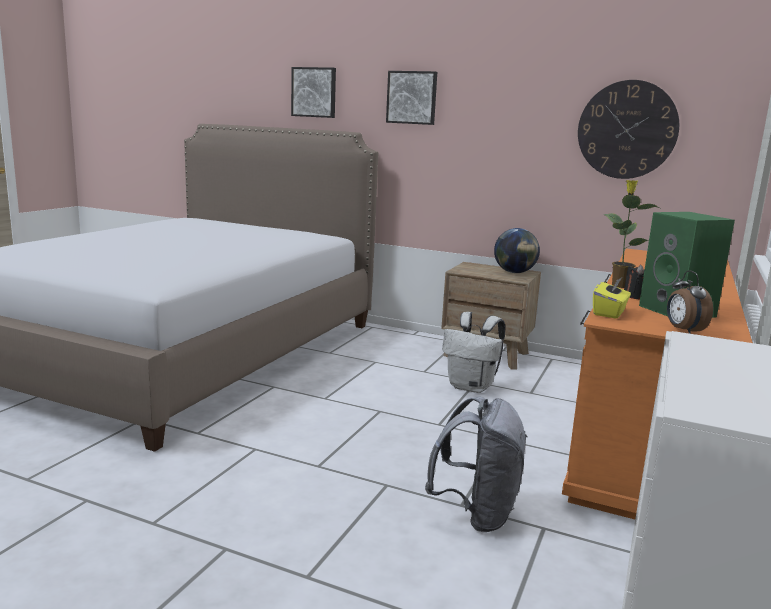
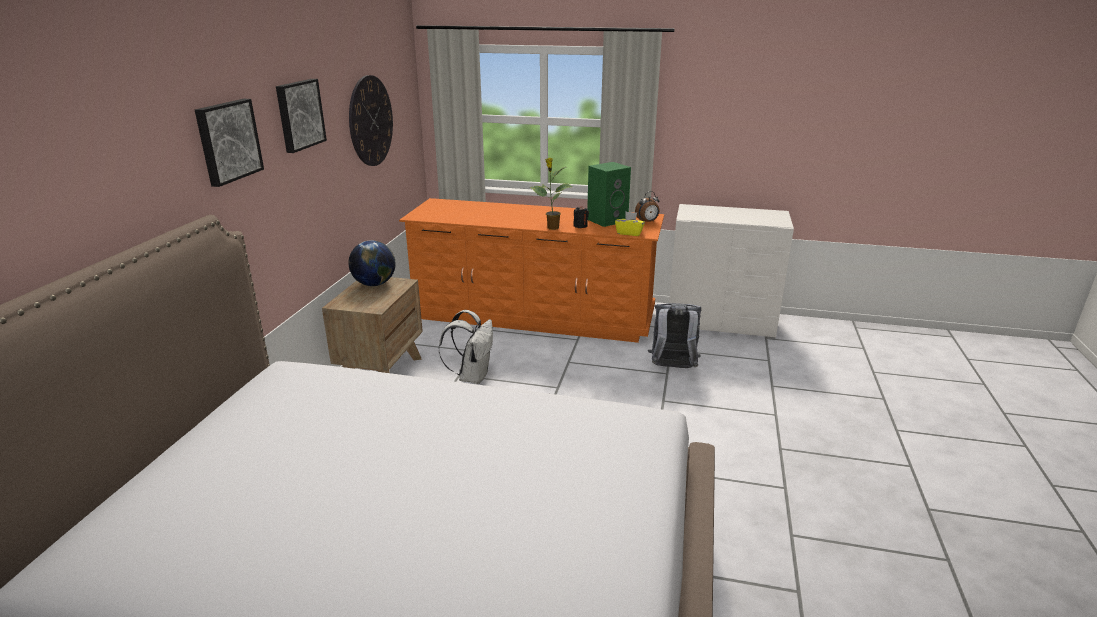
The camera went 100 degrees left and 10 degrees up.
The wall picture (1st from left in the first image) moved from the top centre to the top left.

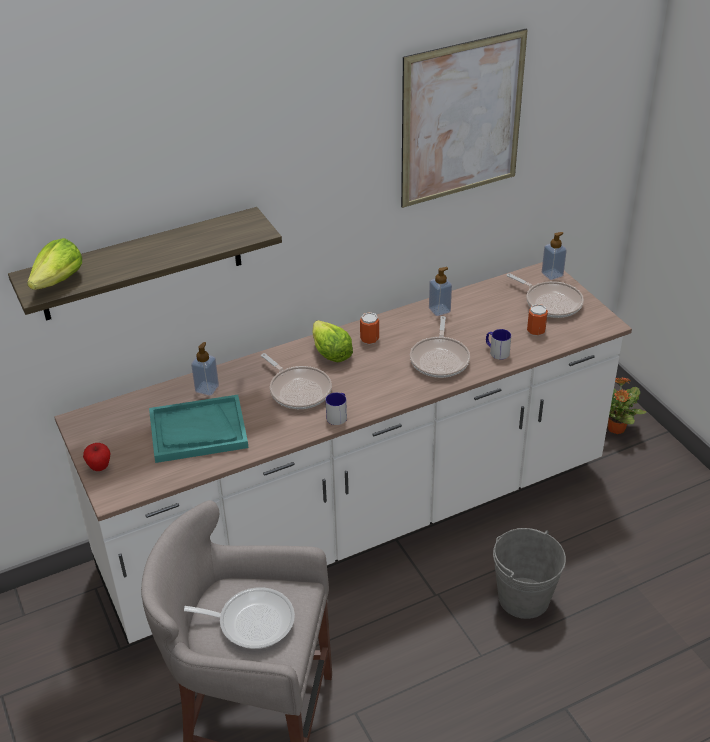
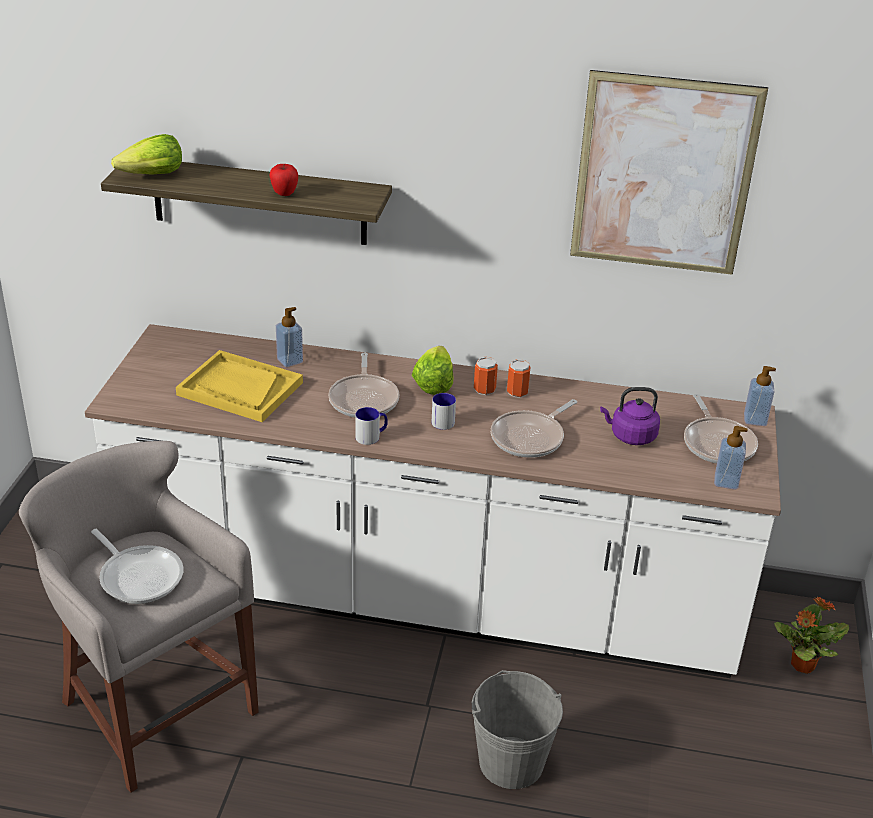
The camera went 35 degrees right and 5 degrees down.
The purple water kettle at the middle right appeared.
The apple fruit moved from the middle left to the top left.
The soap bottle (2nd from left) moved from the centre to the middle right.
The mug (2nd from left) moved from the middle right to the centre.
The can (2nd from left) moved from the middle right to the centre.
The turquoise tray at the middle left became the yellow-coloured tray at the middle left.

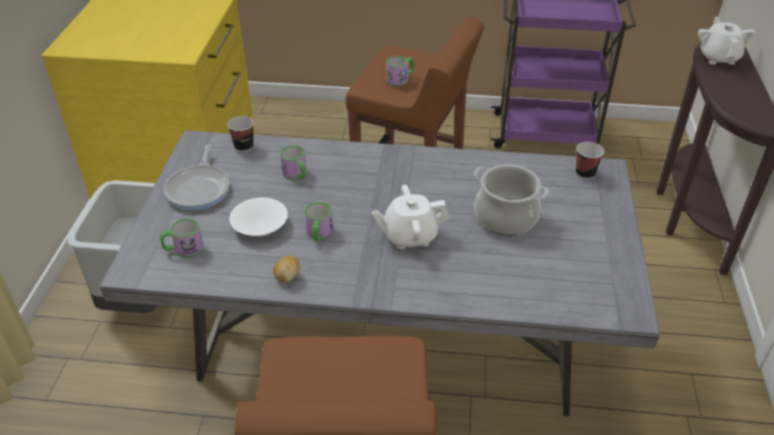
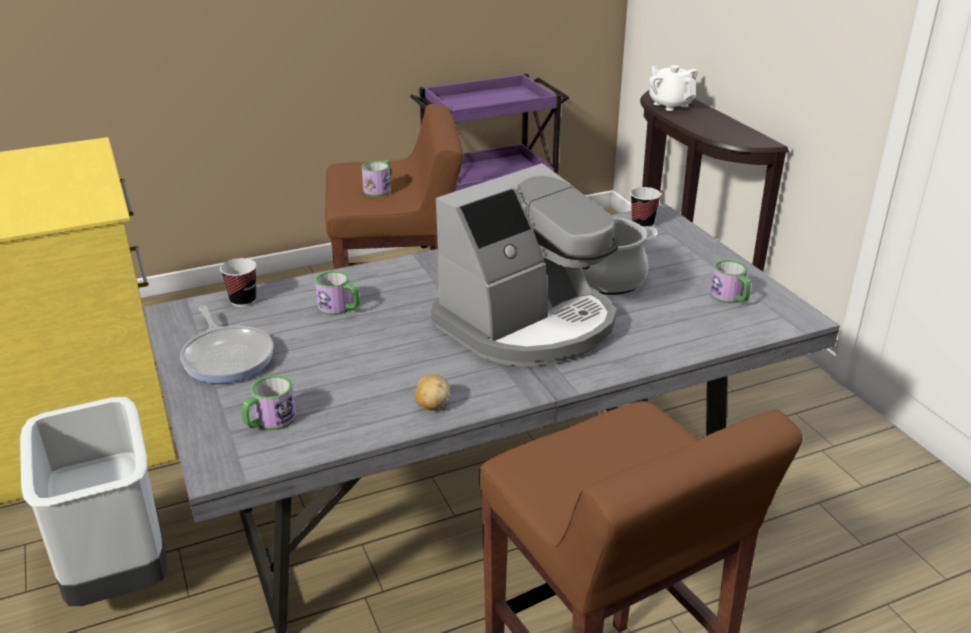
The camera went 30 degrees left and 10 degrees down.
The white deep dish at the centre disappeared.
The mug (3rd from left in the first image) moved from the centre to the middle right.
The white teapot (1st from left) at the centre was replaced by the coffee machine at the centre.

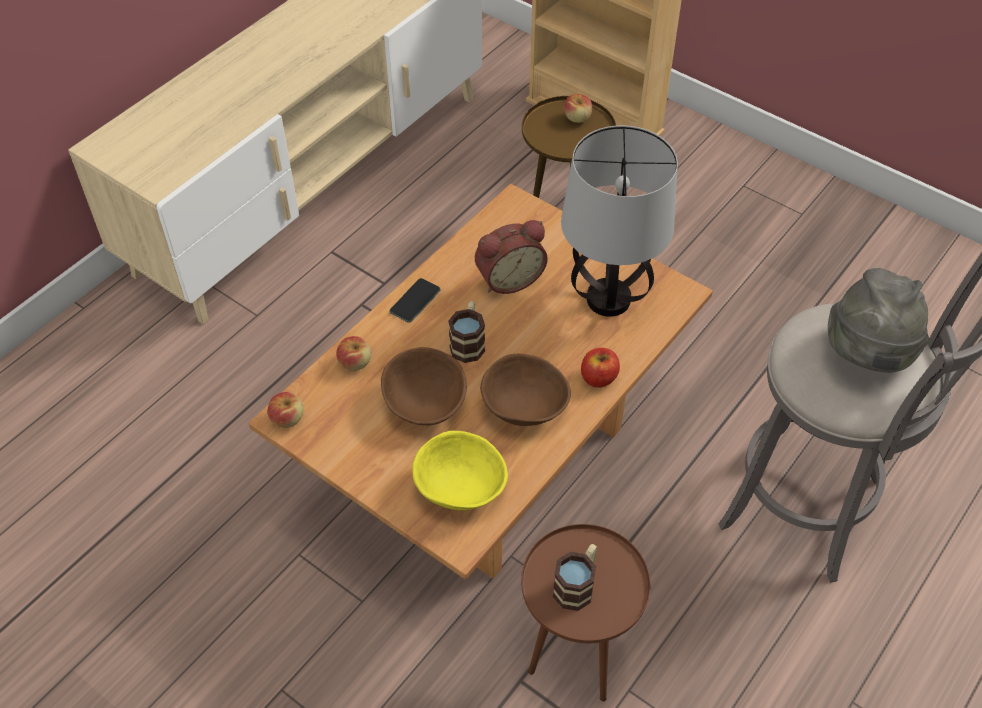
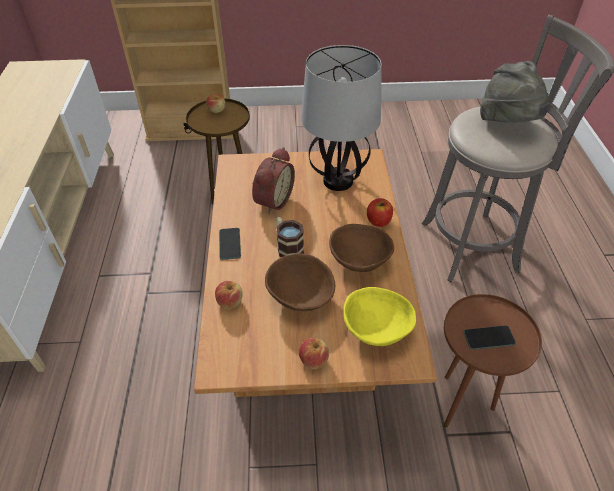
The camera went 40 degrees left and 5 degrees down.
The apple fruit (1st from left in the first image) moved from the middle left to the bottom centre.
The mug (2nd from left) at the bottom centre was replaced by the phone (2nd from left) at the bottom right.

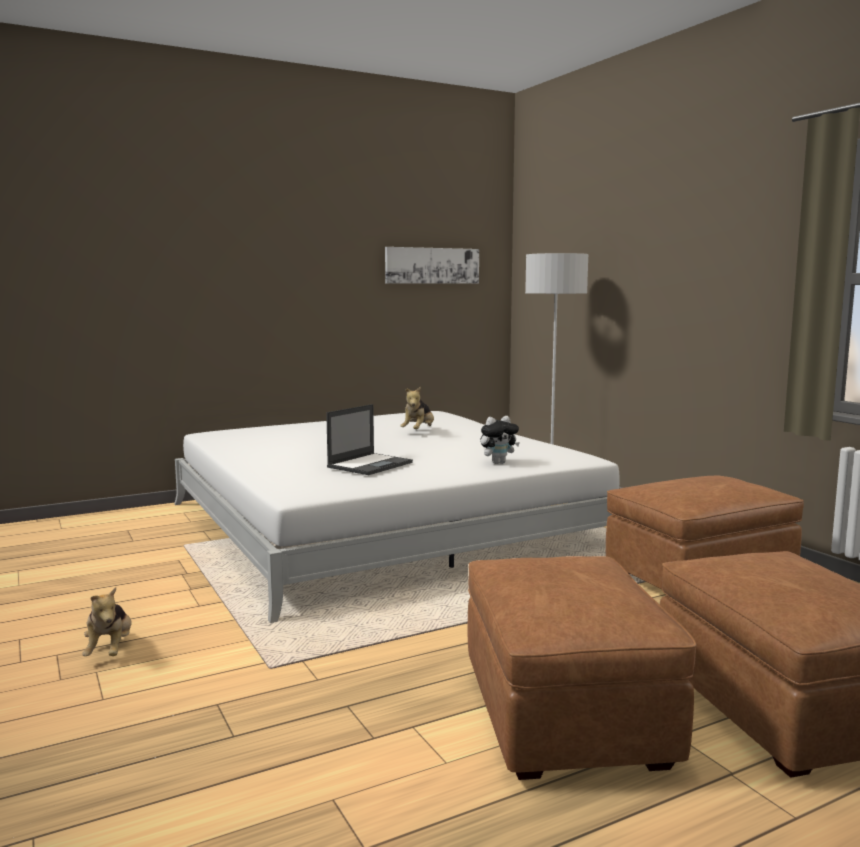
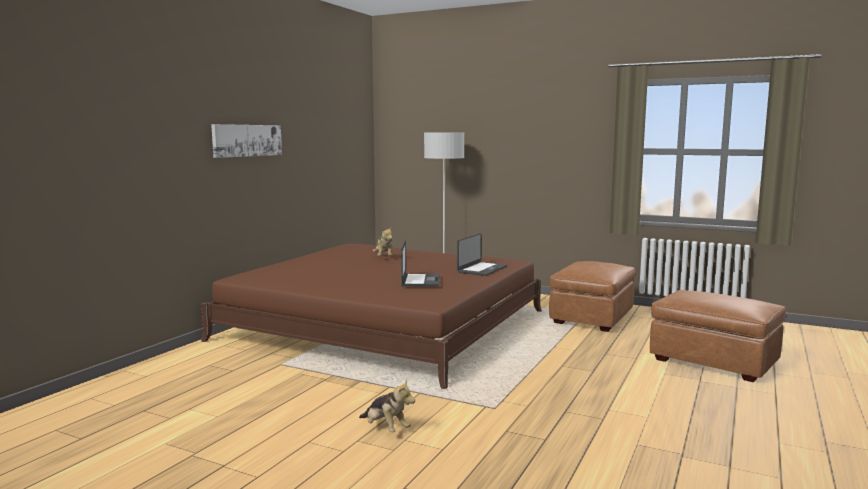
The camera went 35 degrees left and 0 degrees up.
The brown-coloured footrest (1st from left) at the bottom right disappeared.
The wall picture moved from the top centre to the top left.
The cuddly toy (3rd from left) at the centre was replaced by the laptop (2nd from left) at the centre.
The white sleeping bed at the centre became the brown-coloured sleeping bed at the centre.

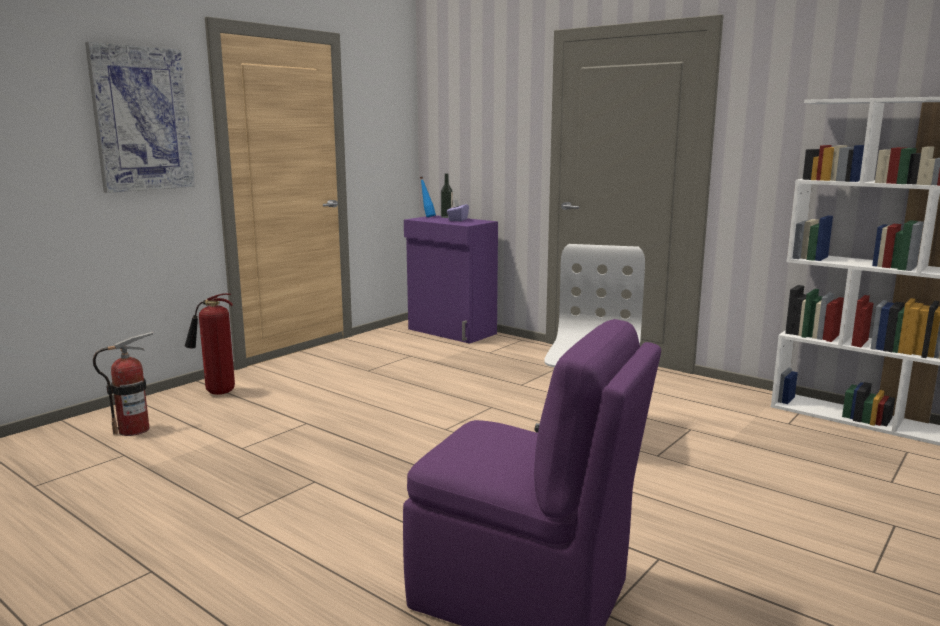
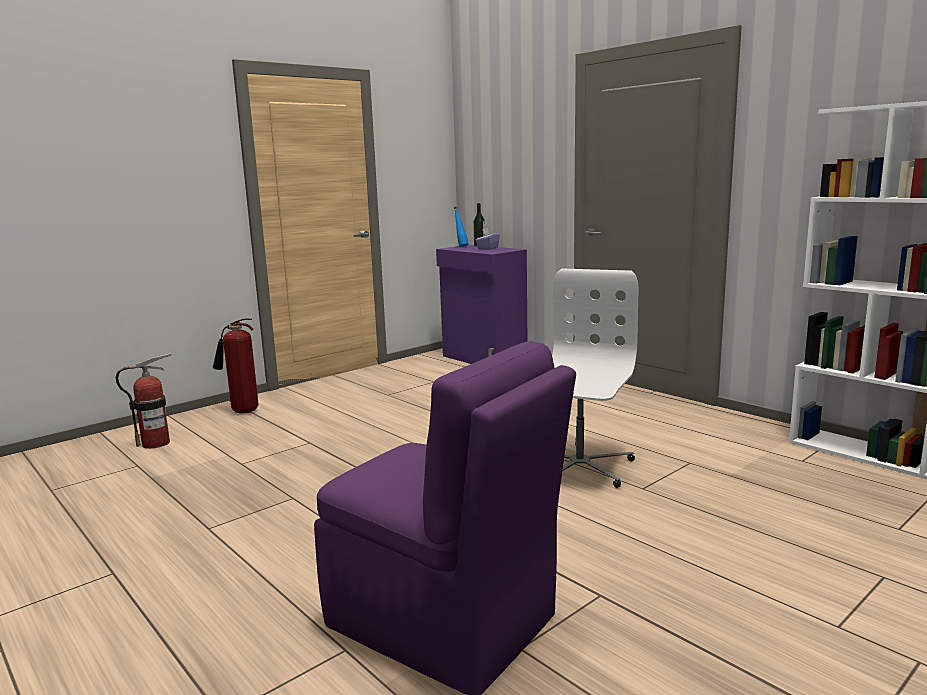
The camera went 10 degrees right and 0 degrees up.
The wall picture at the top left disappeared.

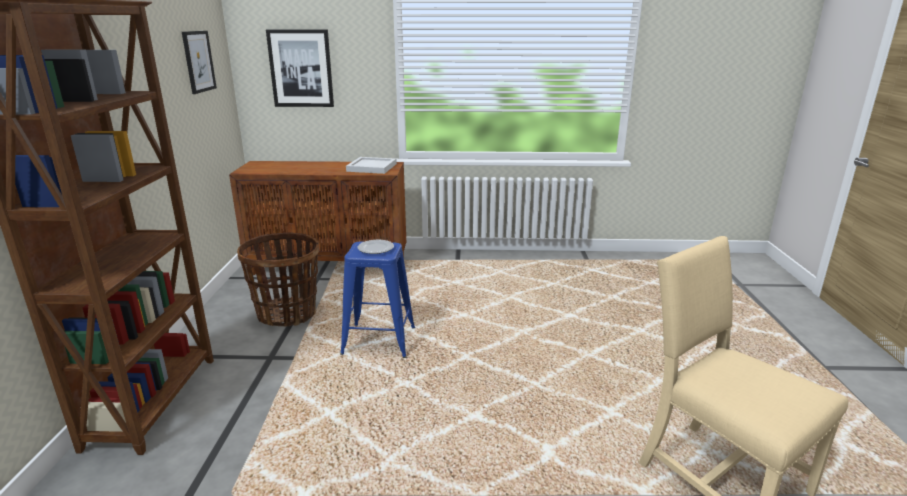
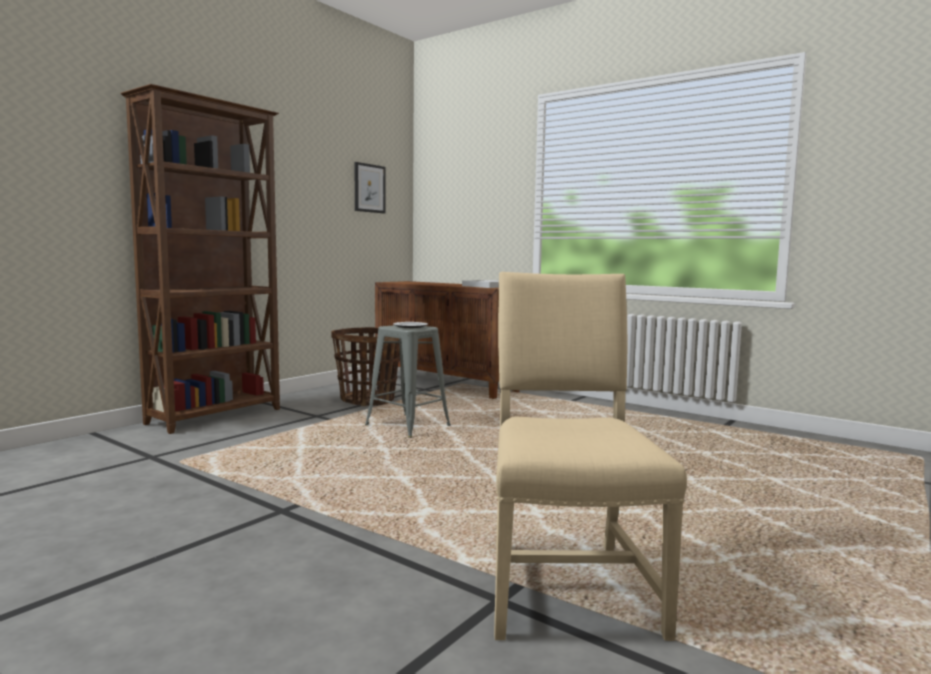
The camera went 35 degrees right and 15 degrees down.
The wall picture (2nd from left) at the top left disappeared.
The blue stool at the centre became the greyish stool at the centre.

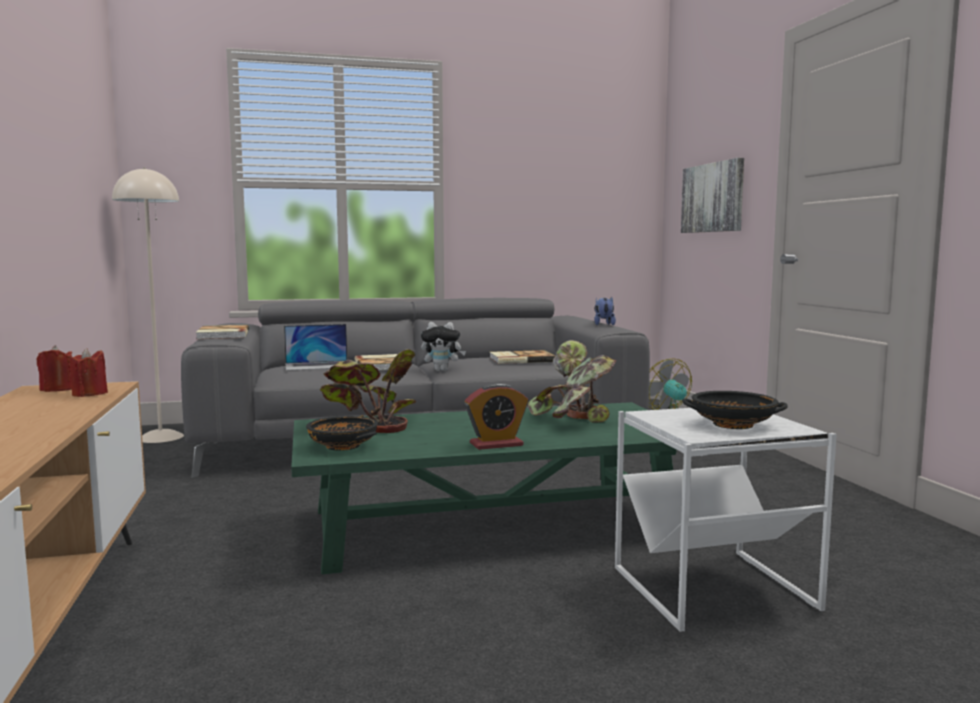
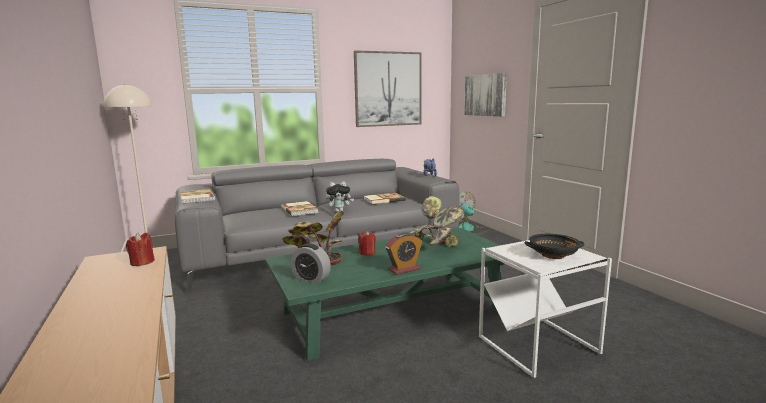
The camera went 10 degrees left and 5 degrees up.
The laptop at the middle left disappeared.
The wall picture (1st from left) at the top centre appeared.
The red-coloured wax candle (1st from left in the first image) moved from the middle left to the centre.
The blackish deep dish (1st from left) at the centre was replaced by the alarm clock (1st from left) at the centre.

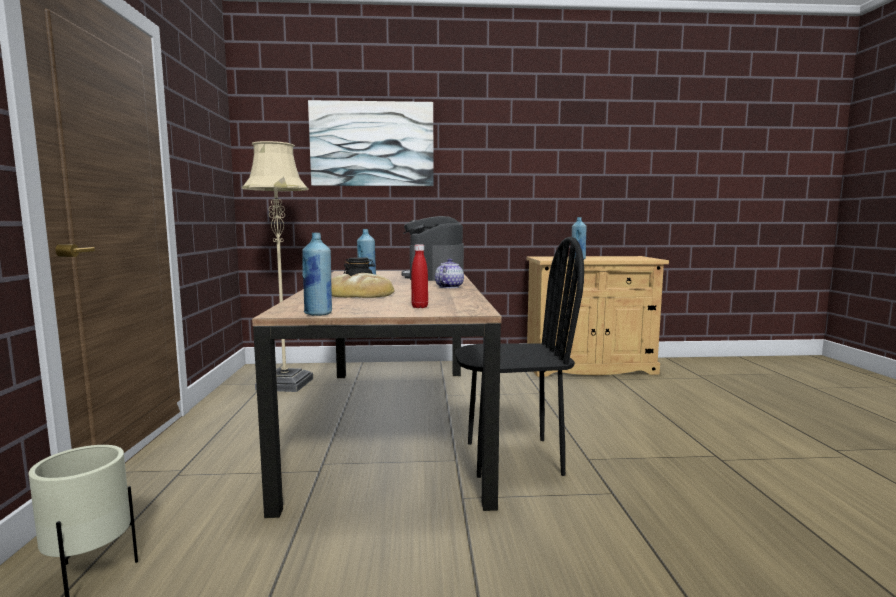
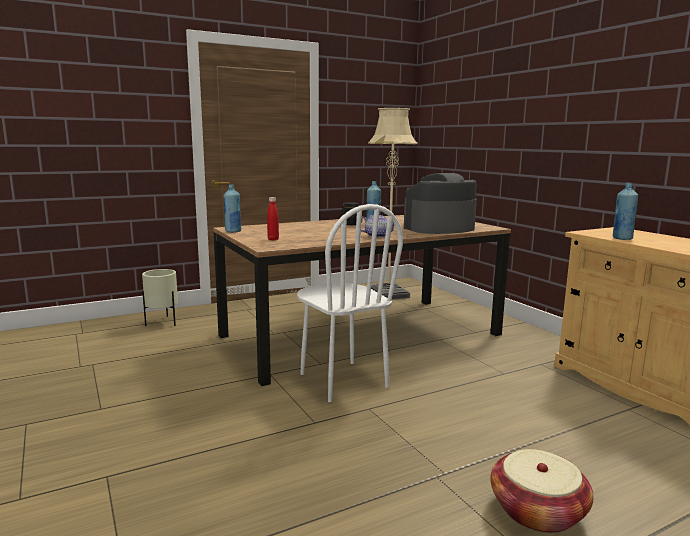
The camera went 65 degrees right and 5 degrees up.
The wall picture at the top centre disappeared.
The bread at the centre disappeared.
The household basket at the bottom right appeared.
The blackish upright chair at the centre became the white upright chair at the centre.

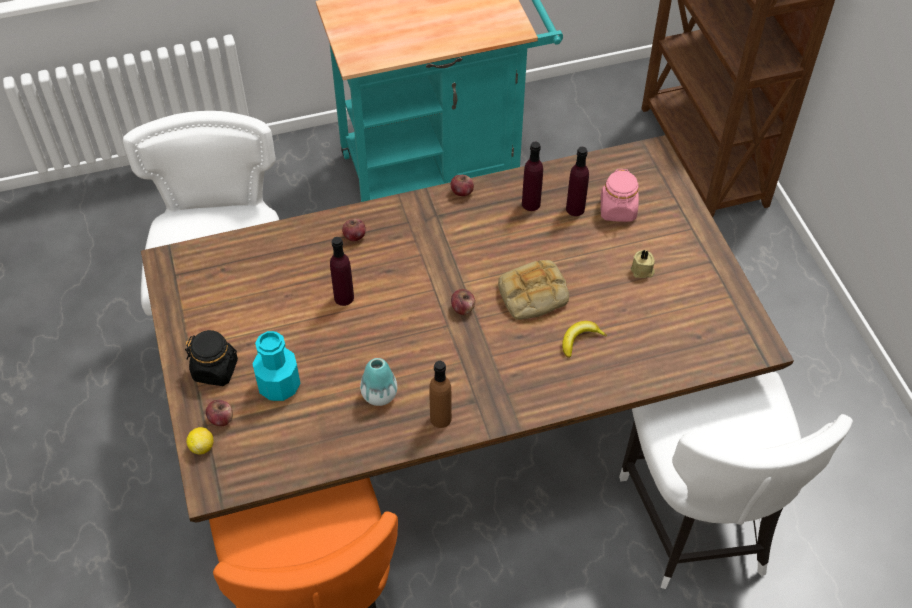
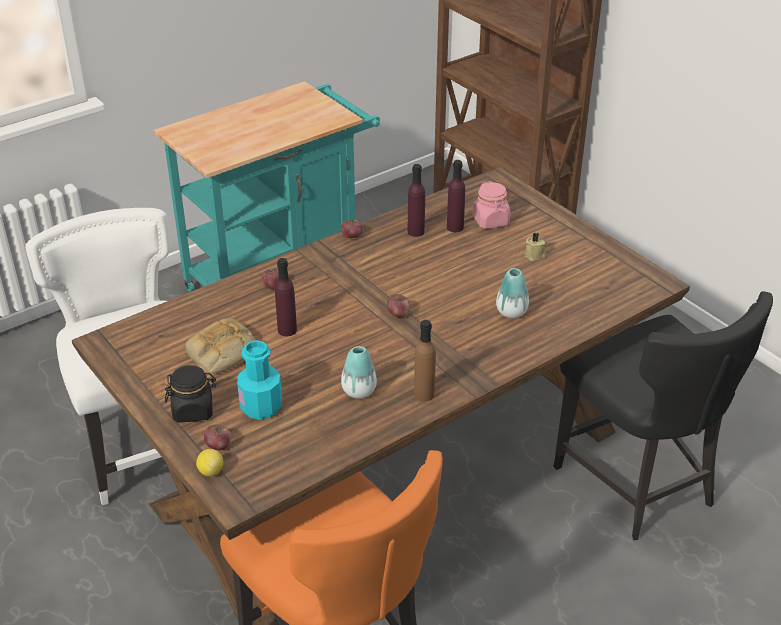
The camera went 20 degrees left and 15 degrees down.
The bread moved from the centre to the middle left.
The whole banana at the centre was replaced by the flower vase (2nd from left) at the centre.
The white upright chair (2nd from left) at the bottom right became the blackish upright chair at the middle right.

